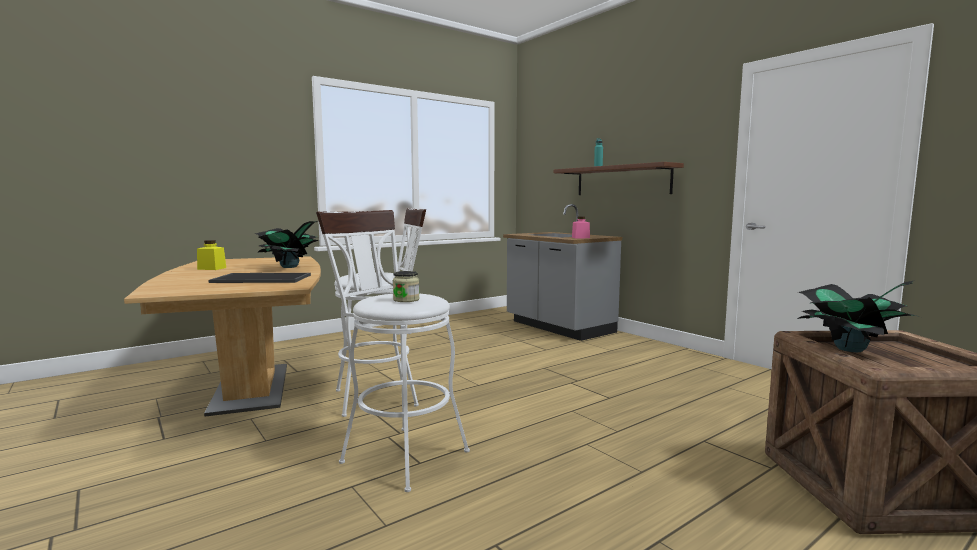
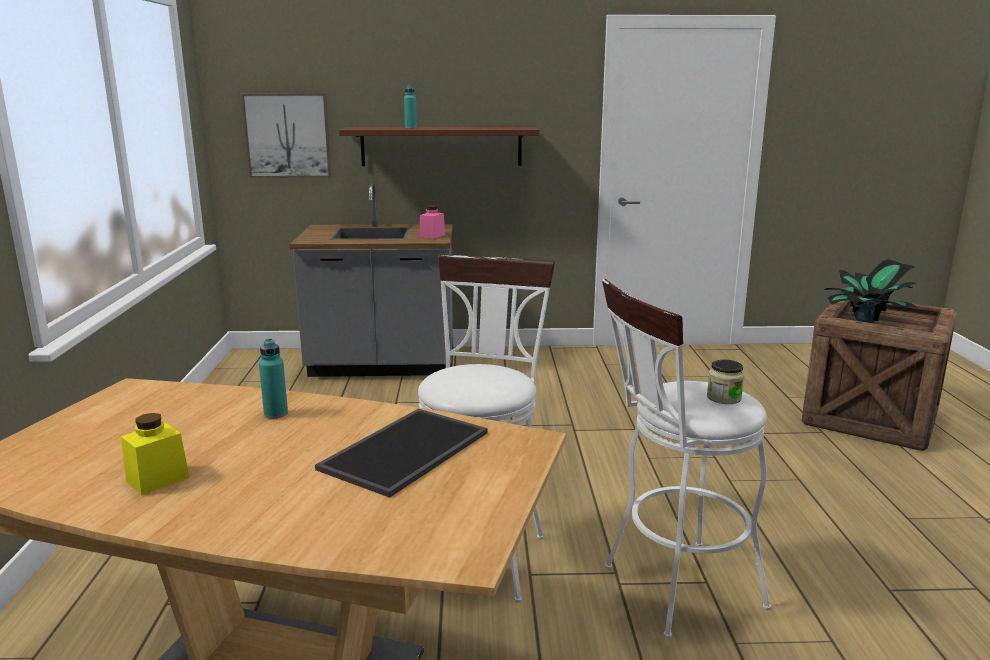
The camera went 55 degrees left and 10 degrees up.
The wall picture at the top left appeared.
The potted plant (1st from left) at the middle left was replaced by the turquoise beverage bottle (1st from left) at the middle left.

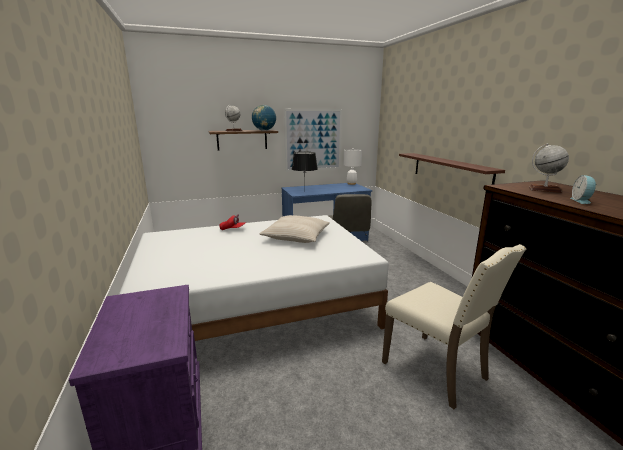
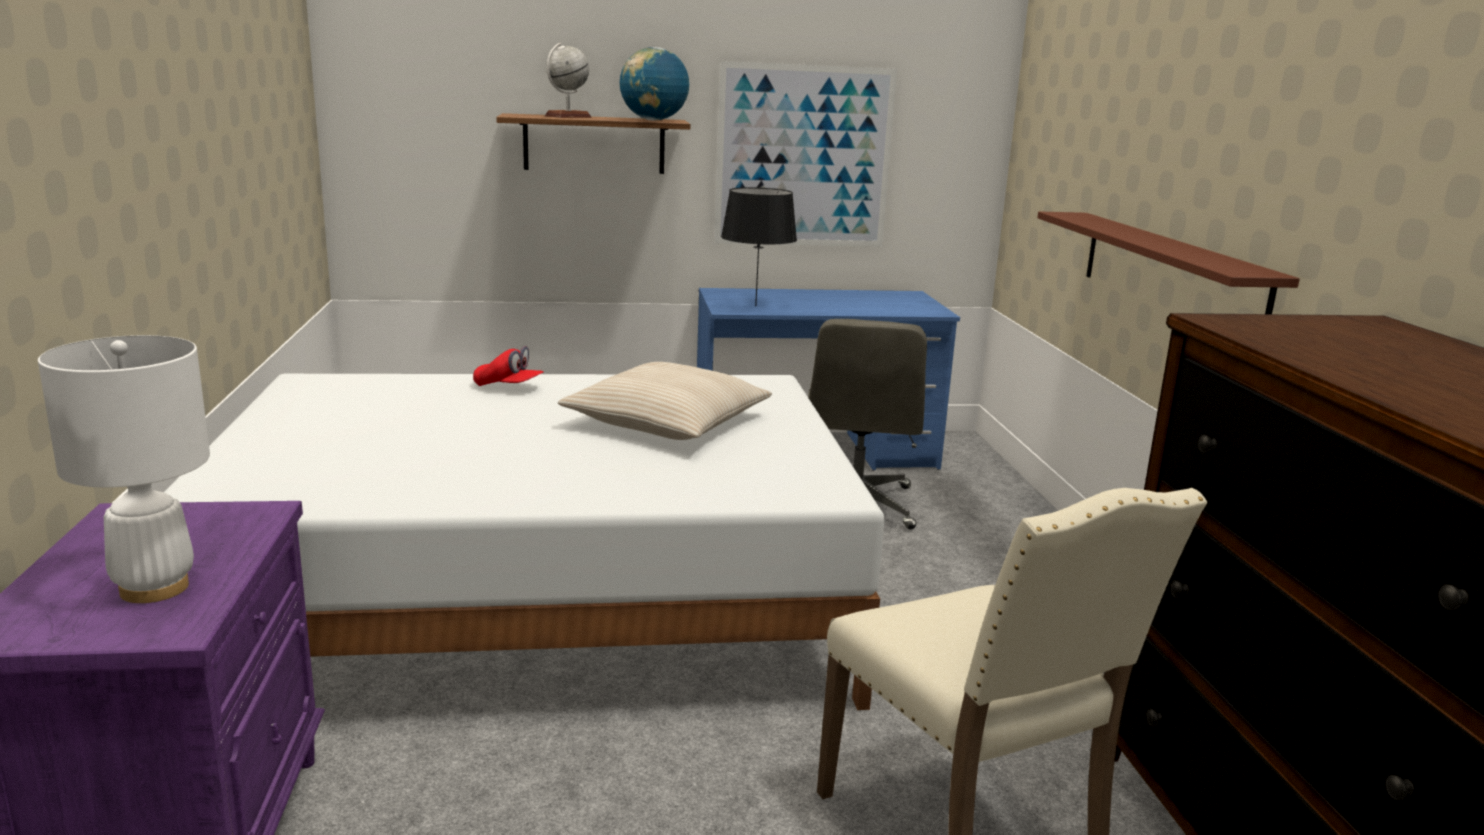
The camera went 10 degrees right and 0 degrees up.
The world globe (3rd from left) at the middle right disappeared.
The alarm clock at the middle right disappeared.
The white table lamp moved from the centre to the middle left.

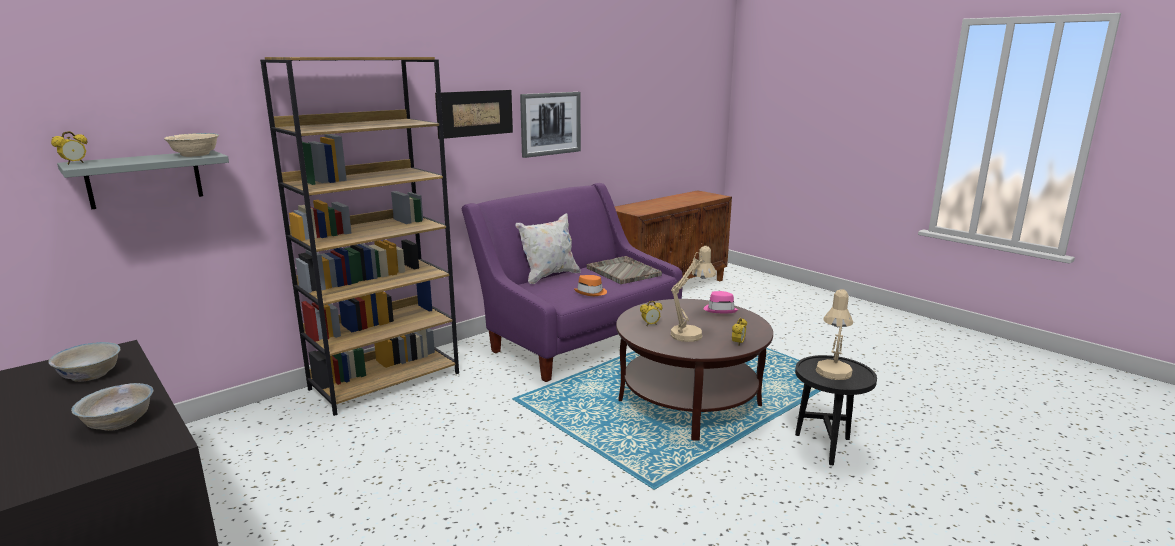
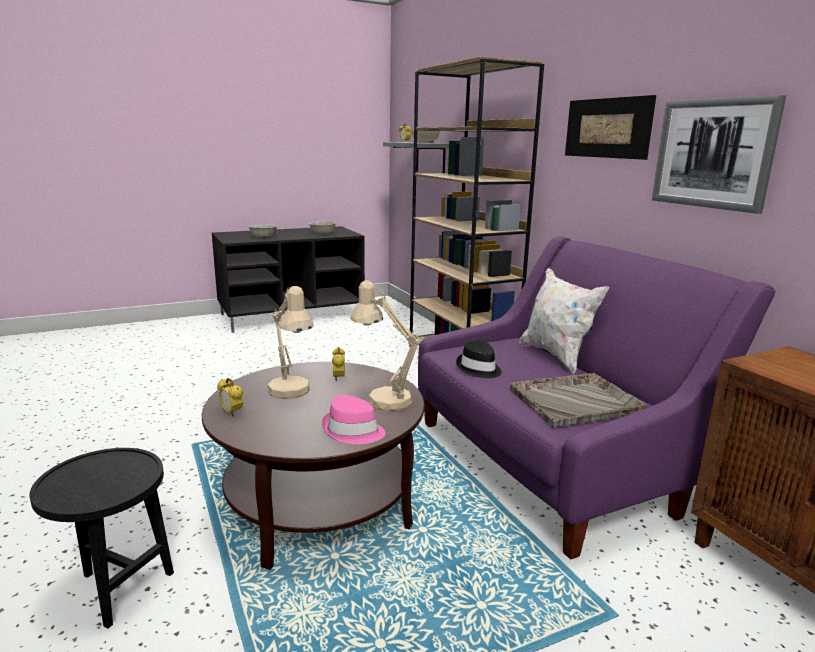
The camera went 105 degrees right and 0 degrees up.
The beige-coloured table lamp (2nd from left) moved from the middle right to the centre.
The orange-coloured wearable hat at the centre became the blackish wearable hat at the centre.

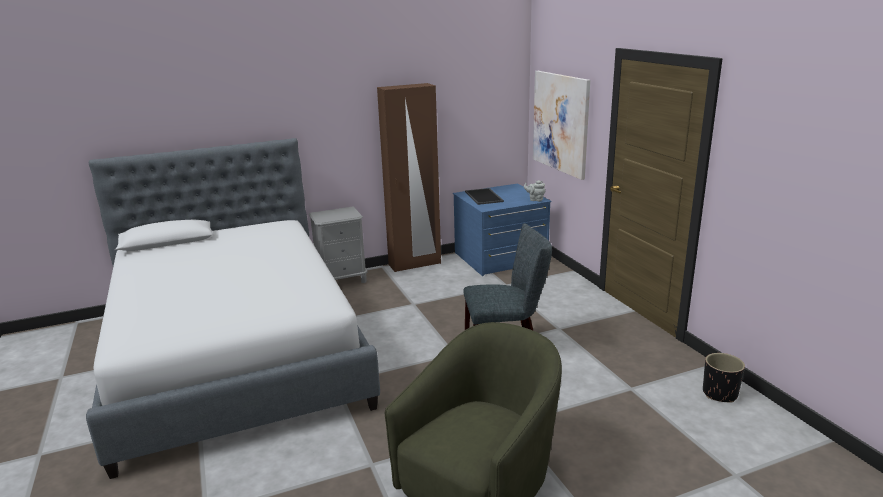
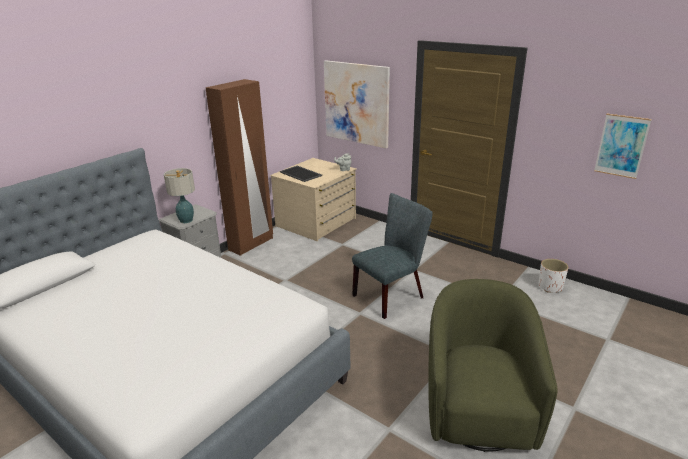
The camera went 30 degrees left and 5 degrees up.
The table lamp at the middle left appeared.
The wall picture (2nd from left) at the top right appeared.
The blue dresser at the centre became the beige-coloured dresser at the centre.
The blackish planter at the bottom right became the white planter at the middle right.

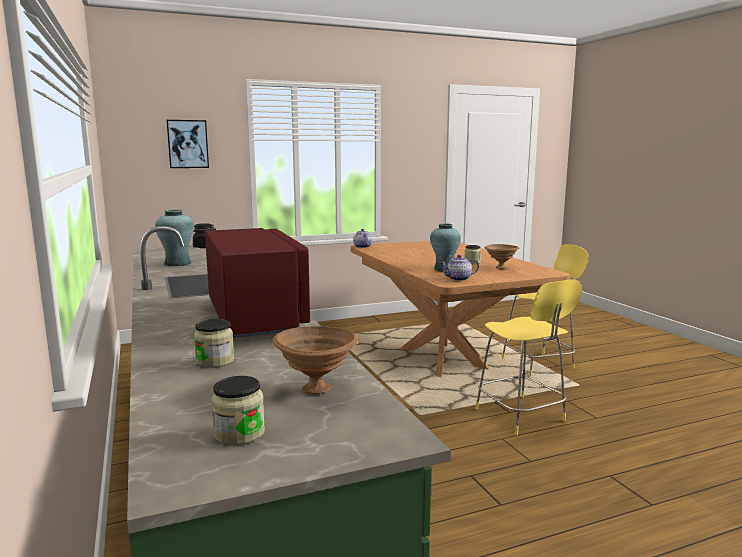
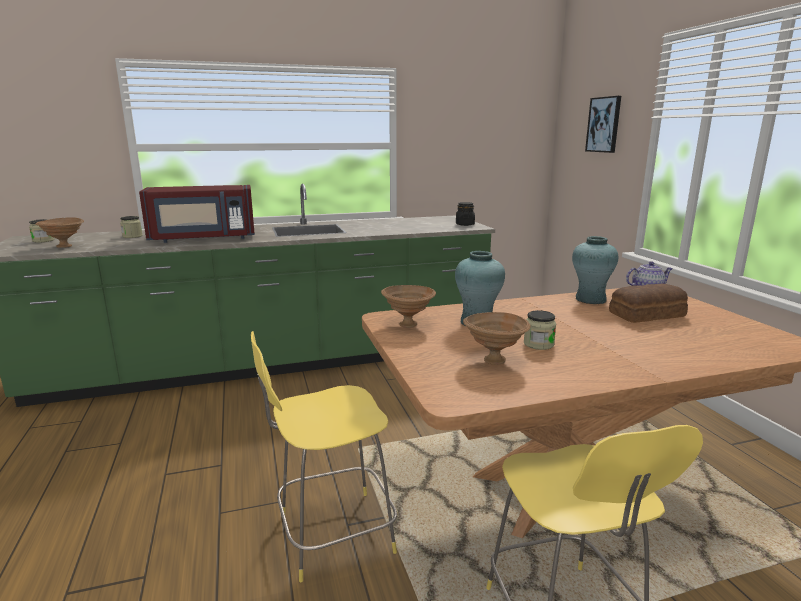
The camera went 95 degrees right and 5 degrees up.
The bread at the middle right appeared.
The turquoise flower vase (1st from left in the first image) moved from the middle left to the middle right.
The teapot (2nd from left) at the centre was replaced by the brown-coloured deep dish (2nd from left) at the centre.

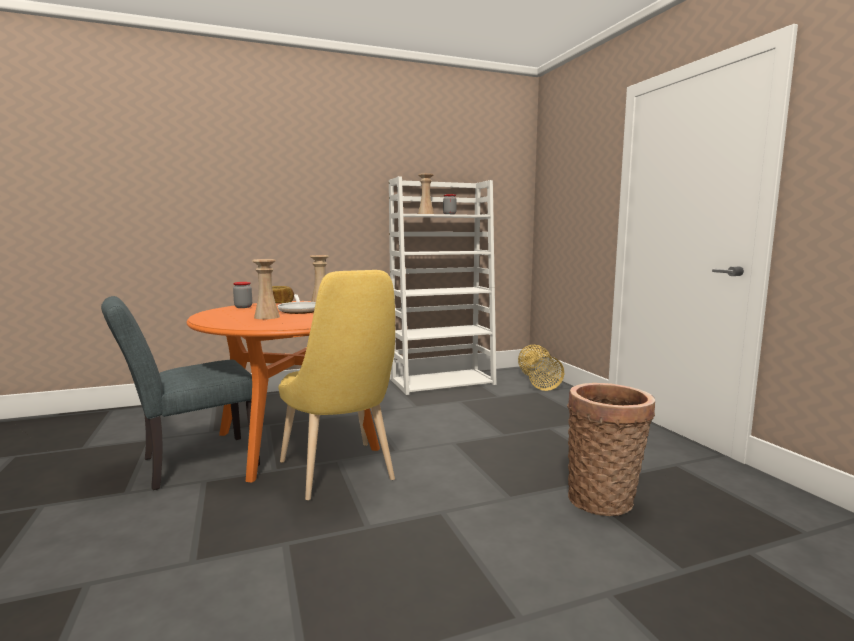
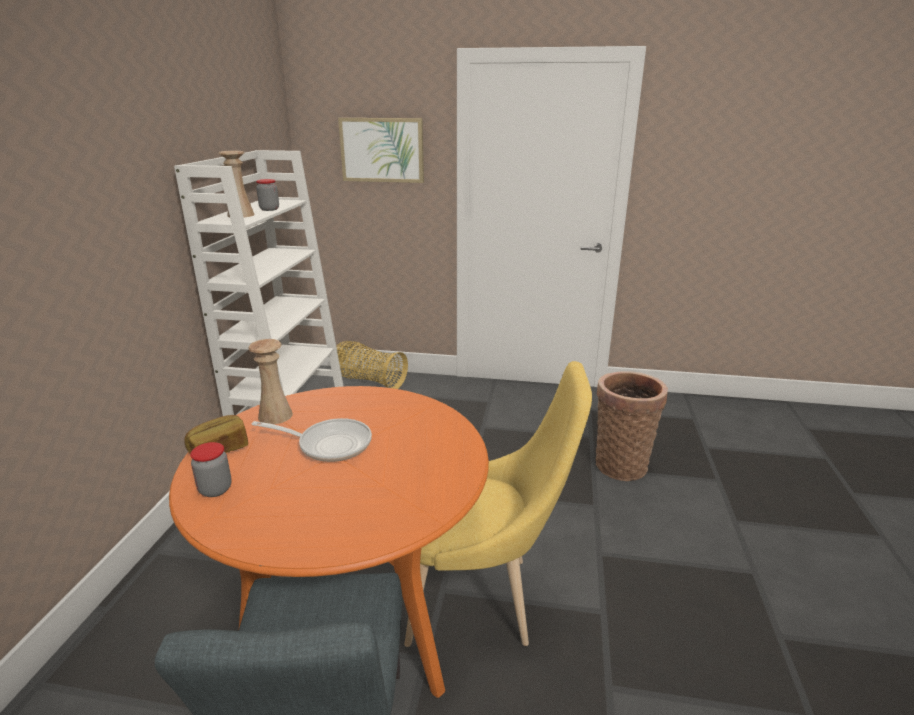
The camera went 60 degrees left and 15 degrees up.
The beige-coloured flower vase (1st from left) at the middle left disappeared.
The wall picture at the top centre appeared.

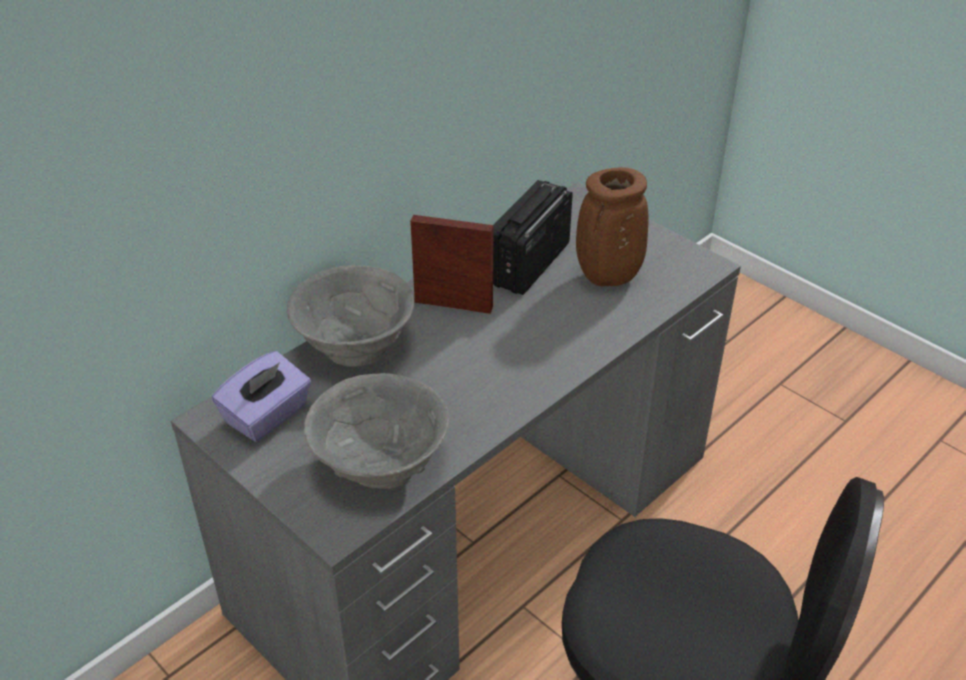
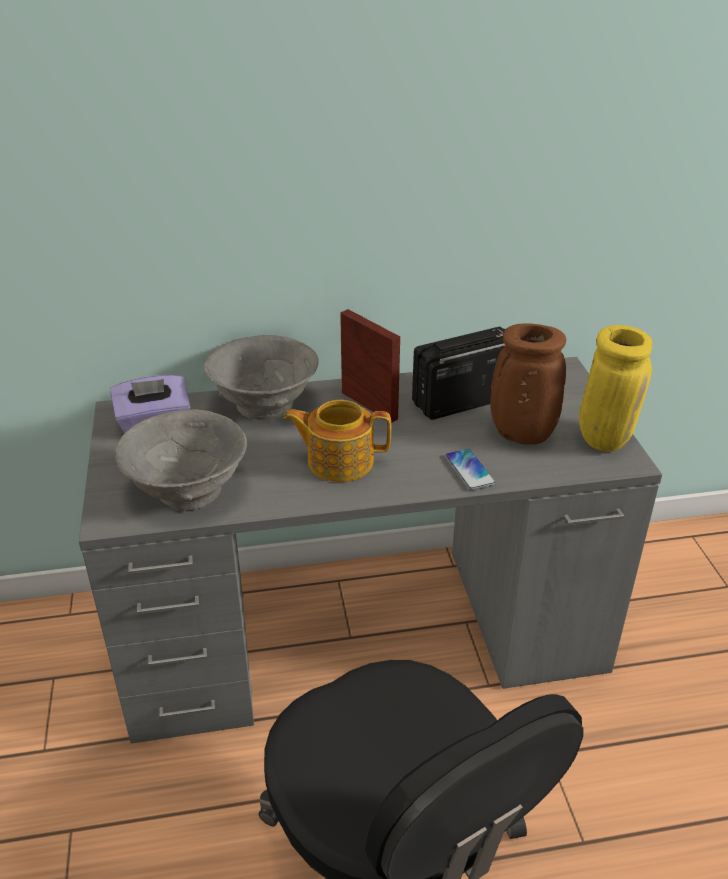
The camera went 35 degrees right and 5 degrees down.
The teapot at the centre appeared.
The phone at the centre appeared.
The yellow-coloured flower vase at the middle right appeared.

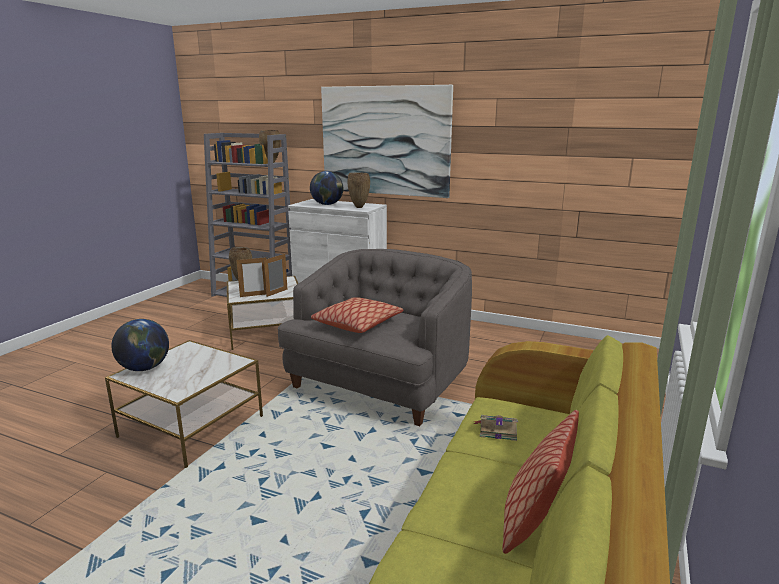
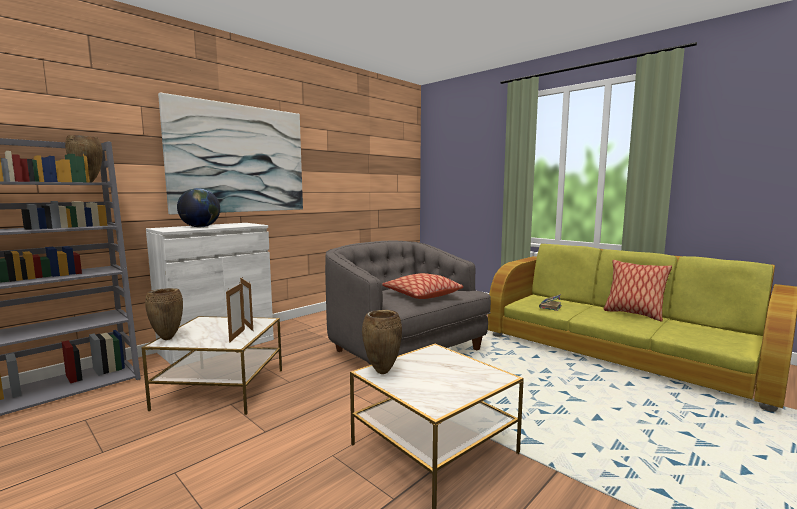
The camera went 70 degrees left and 10 degrees down.
The world globe (1st from left) at the middle left disappeared.
The brown-coloured flower vase (3rd from left) moved from the top centre to the bottom centre.

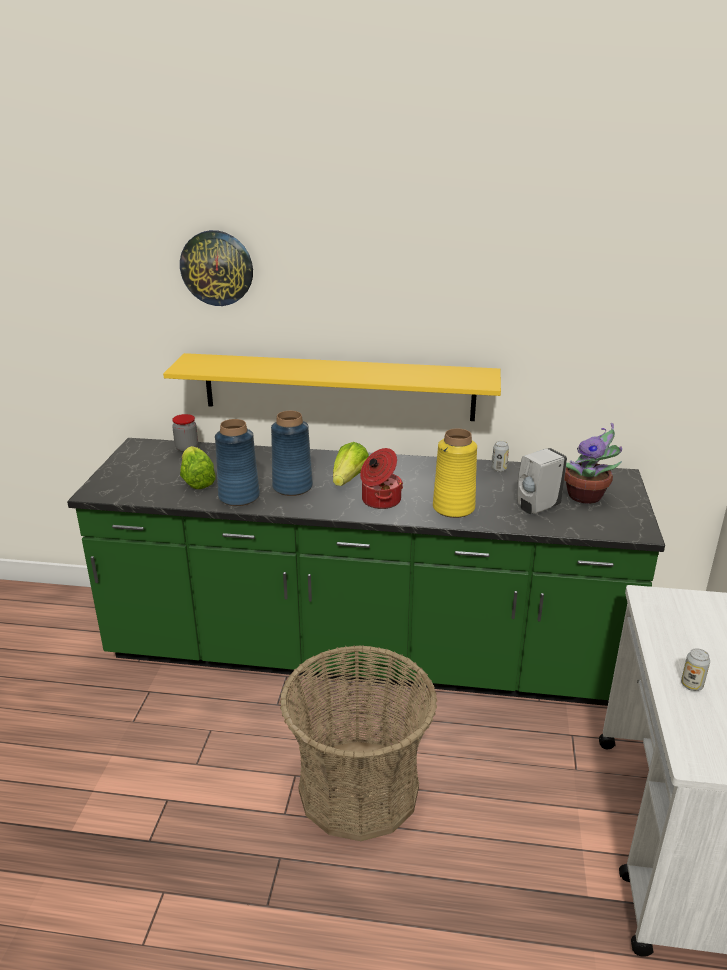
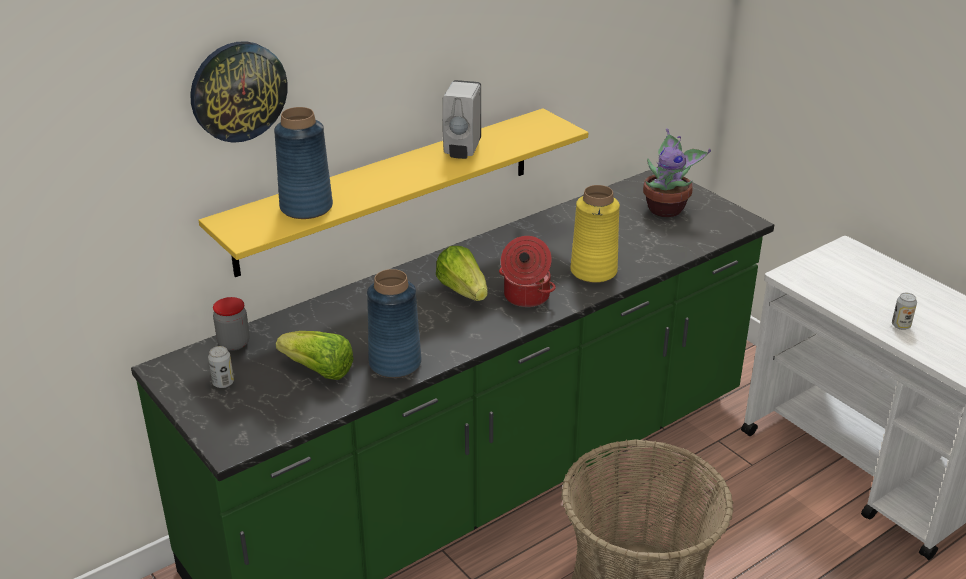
The camera went 45 degrees left and 5 degrees up.
The blue flower vase (2nd from left in the first image) moved from the centre to the top left.
The can (1st from left) moved from the middle right to the middle left.
The white soap bottle moved from the middle right to the top centre.

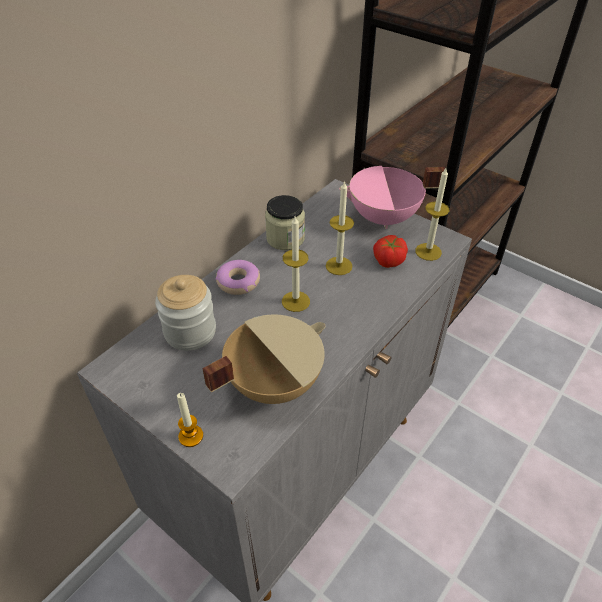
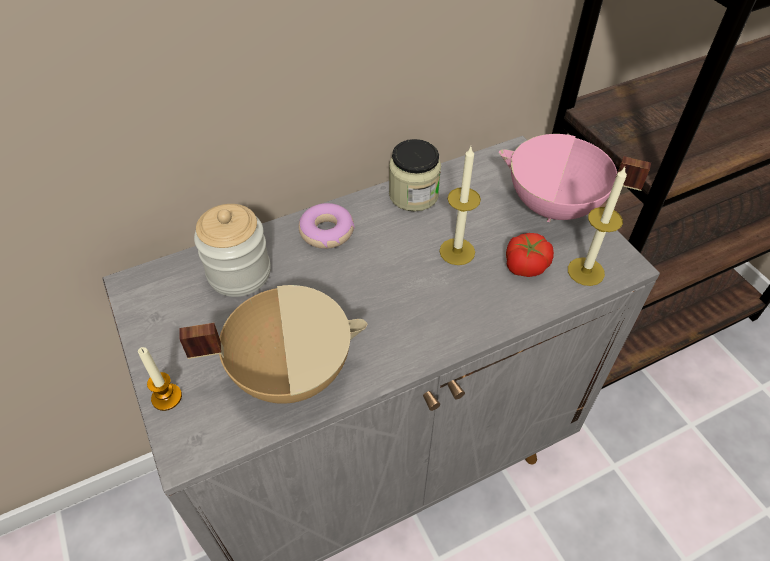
The camera went 25 degrees right and 5 degrees up.
The wax candle (2nd from left) at the centre disappeared.

